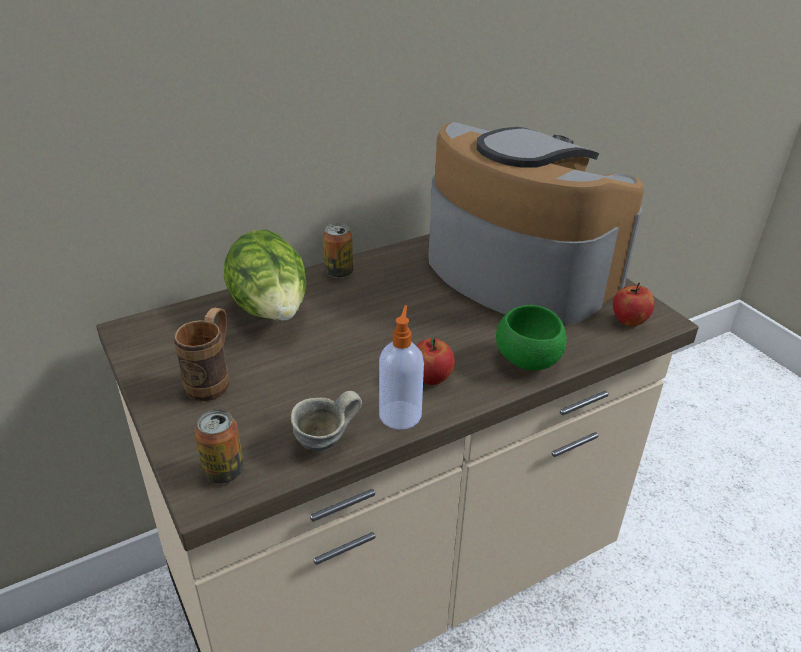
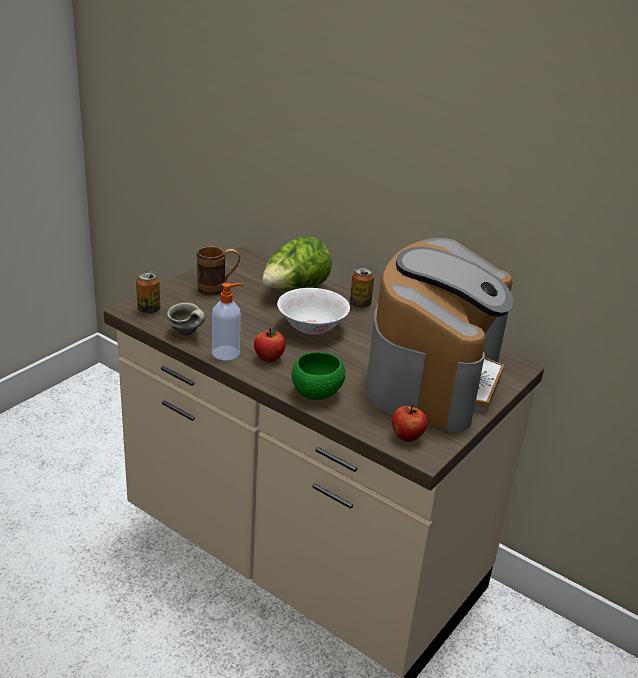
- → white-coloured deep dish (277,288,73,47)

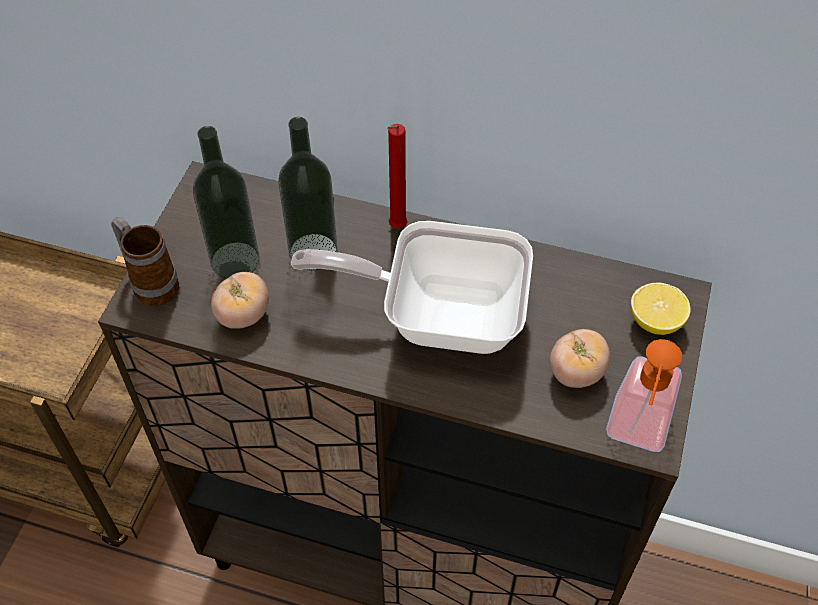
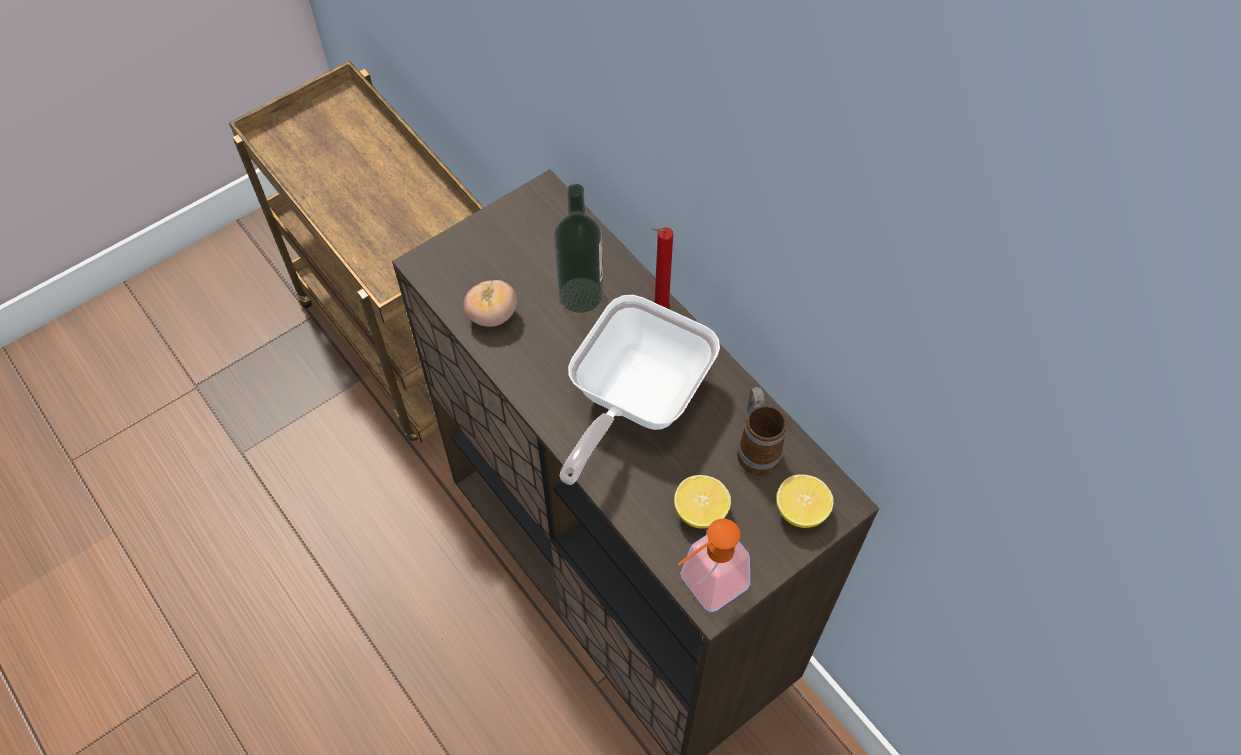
bottle (193,126,67,153) → -
mug (111,217,68,89) → mug (737,387,50,88), relocated
pan (291,221,242,133) → pan (560,295,160,190), 105 degrees counterclockwise
whole tomato (550,329,60,59) → whole lemon (674,475,57,54)

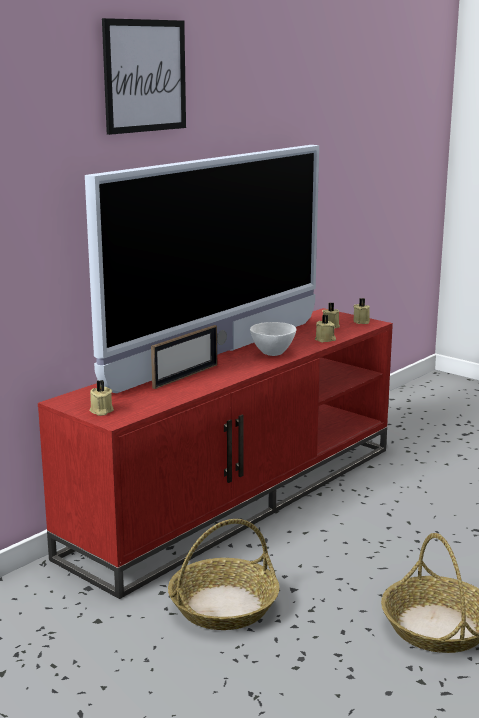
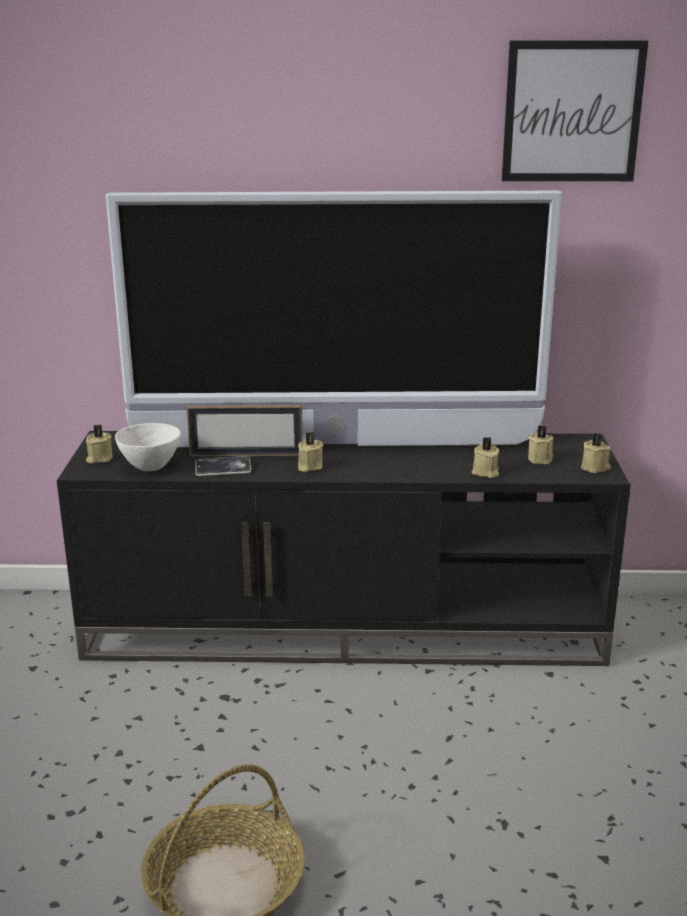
wall art (102,18,84,117) → wall art (502,40,146,141), relocated
red-coloured tv unit (38,308,355,291) → black tv unit (57,431,574,235)
white-coloured deep dish (250,322,46,34) → white-coloured deep dish (115,423,66,48), relocated
storage basket (168,519,112,111) → -
- → sand-coloured wax light (298,432,25,40)
- → handset (195,456,56,20)

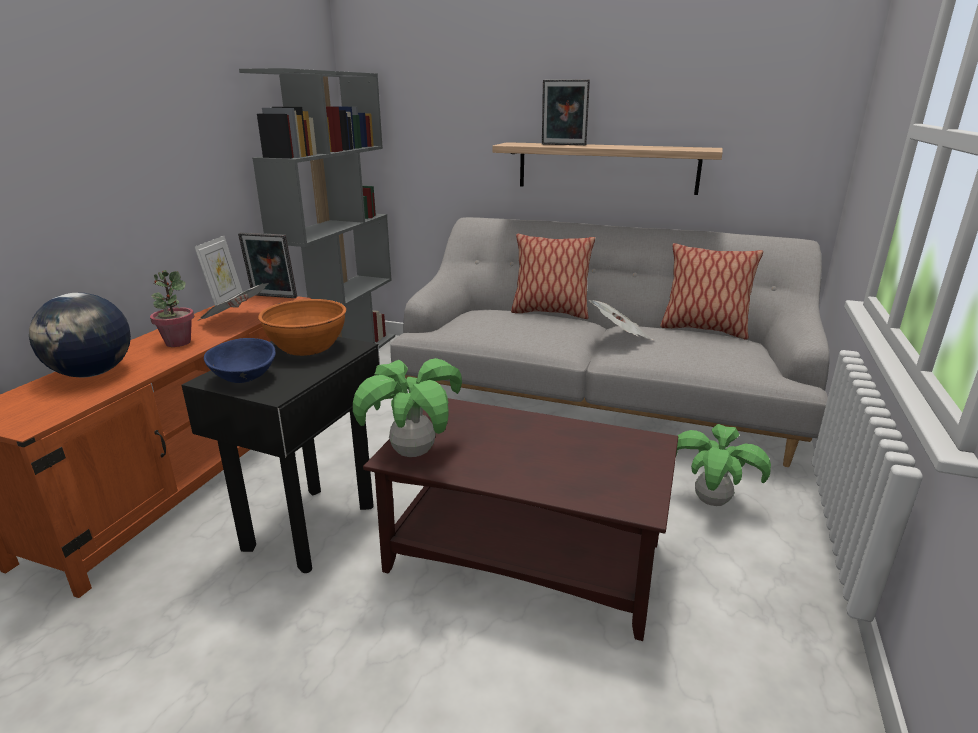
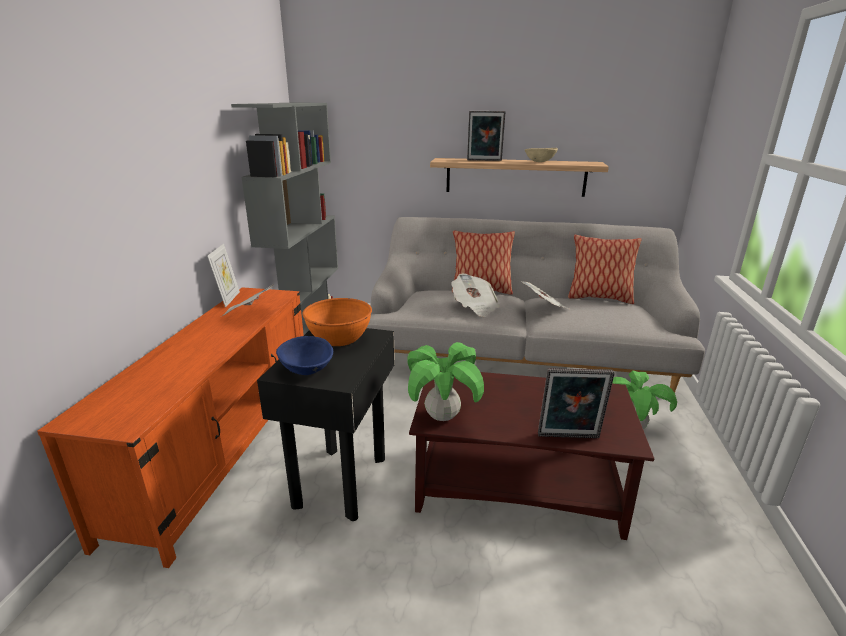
picture frame (238,232,59,66) → picture frame (538,368,77,70), relocated
houseplant (150,270,44,77) → -
desk globe (29,293,102,84) → -
- → sand-coloured deep dish (525,148,33,14)
- → newspaper (451,273,49,44)

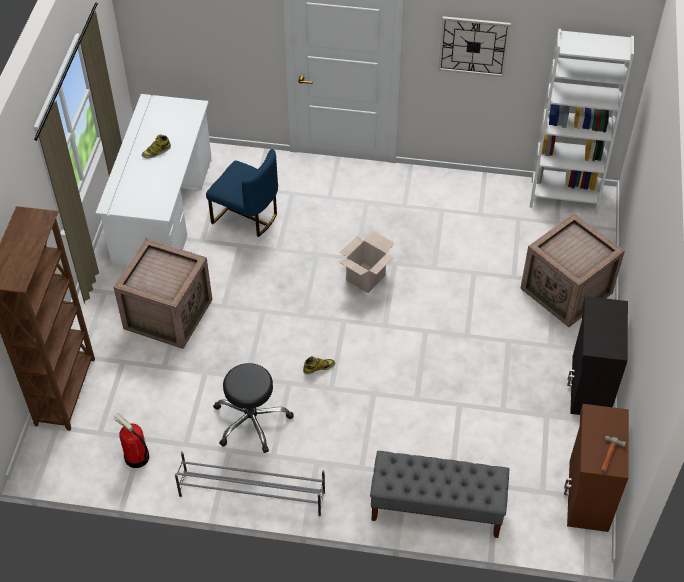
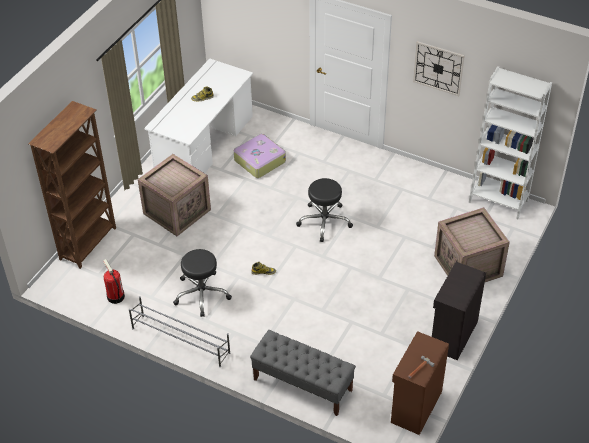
blue-coloured chair (206,149,72,88) → piece of luggage (234,134,52,44)
carton (339,230,56,63) → black stool (296,178,57,64)

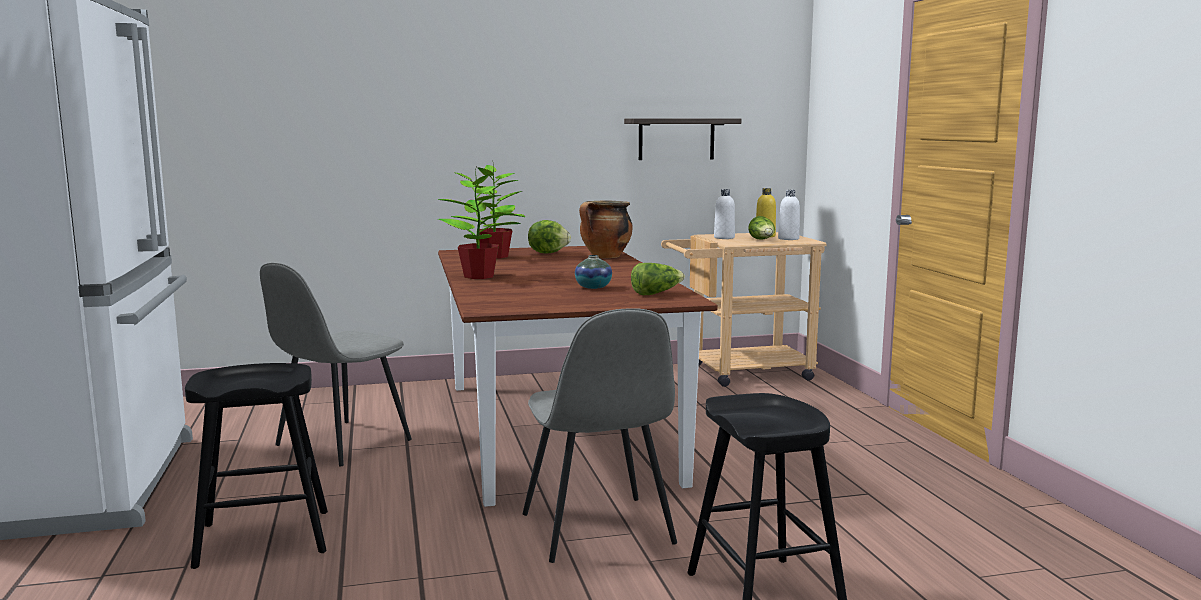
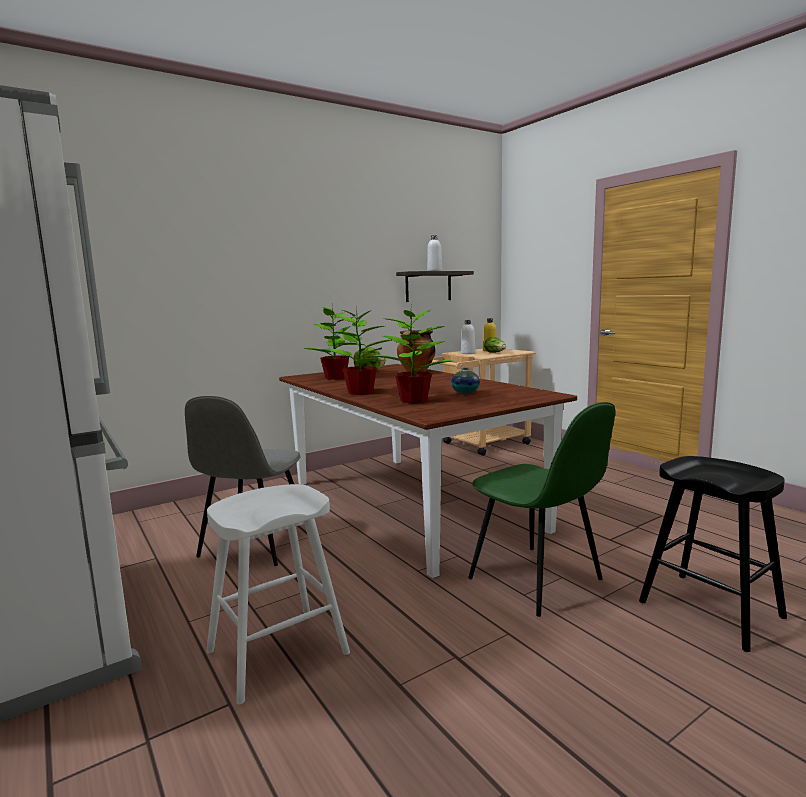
white-coloured bottle (778,190,22,50) → white-coloured bottle (427,235,15,36), relocated
head of lettuce (631,263,54,32) → -
gray chair (523,308,154,255) → green chair (468,402,147,215)
black stool (185,363,143,206) → white-coloured stool (206,484,144,221)
- → houseplant (374,305,78,98)

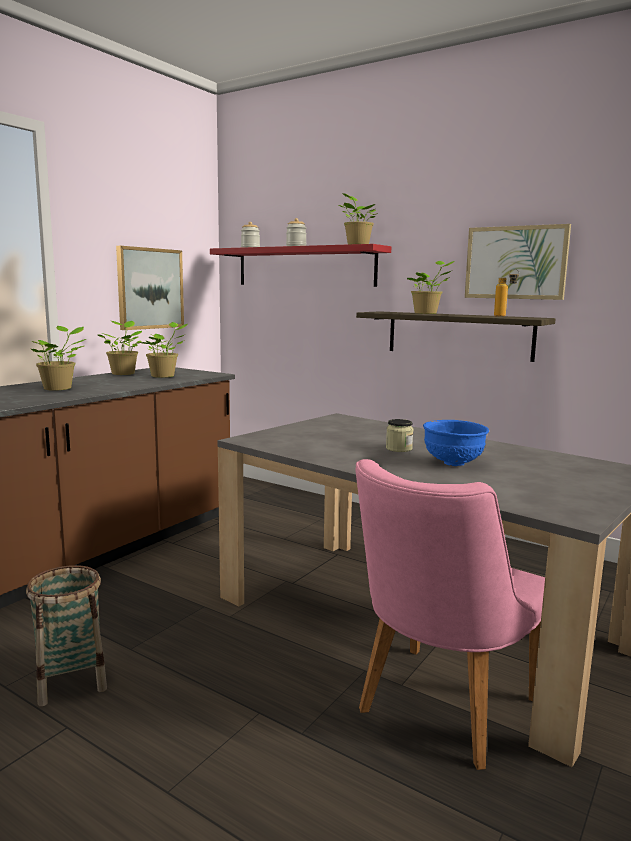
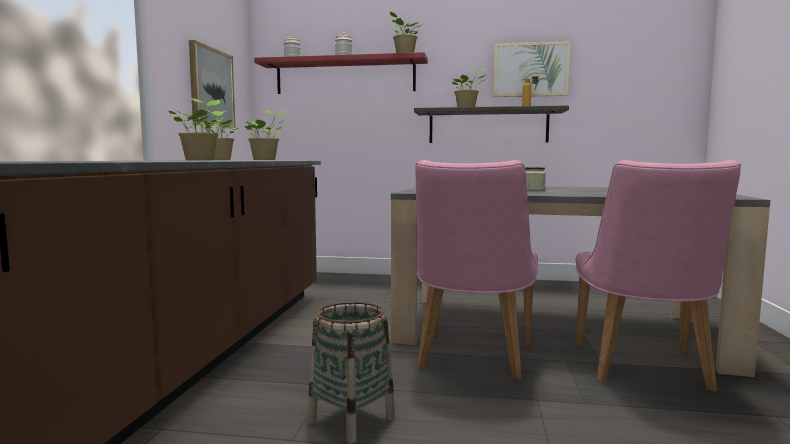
blue-coloured deep dish (423,420,66,46) → -
- → pink-coloured chair (415,160,123,220)

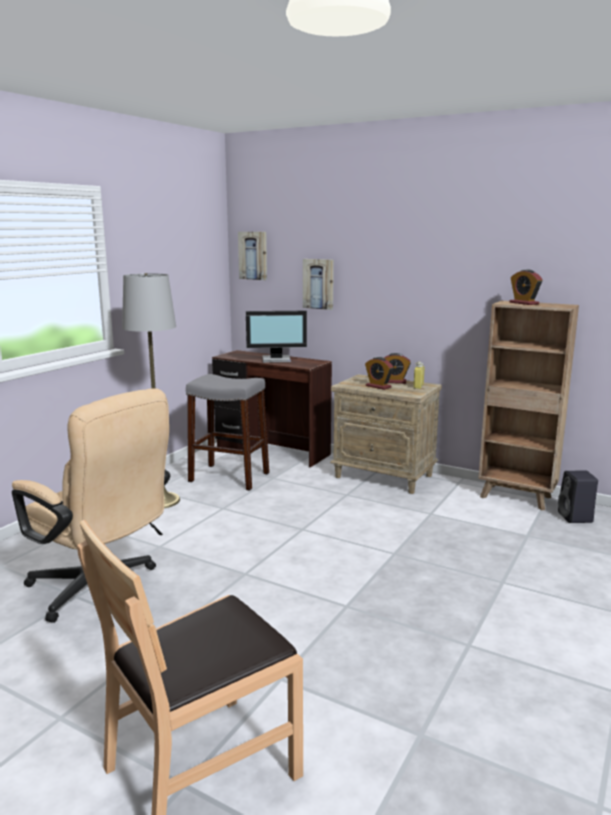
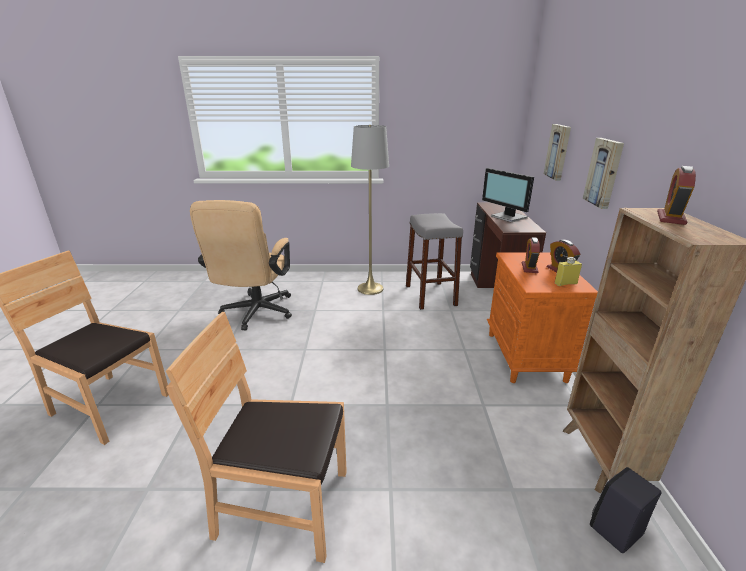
wall art (238,232,29,48) → wall art (583,138,41,71), relocated
sand-coloured night table (330,374,112,120) → orangey night table (487,252,111,131)
- → brown chair (166,312,181,251)

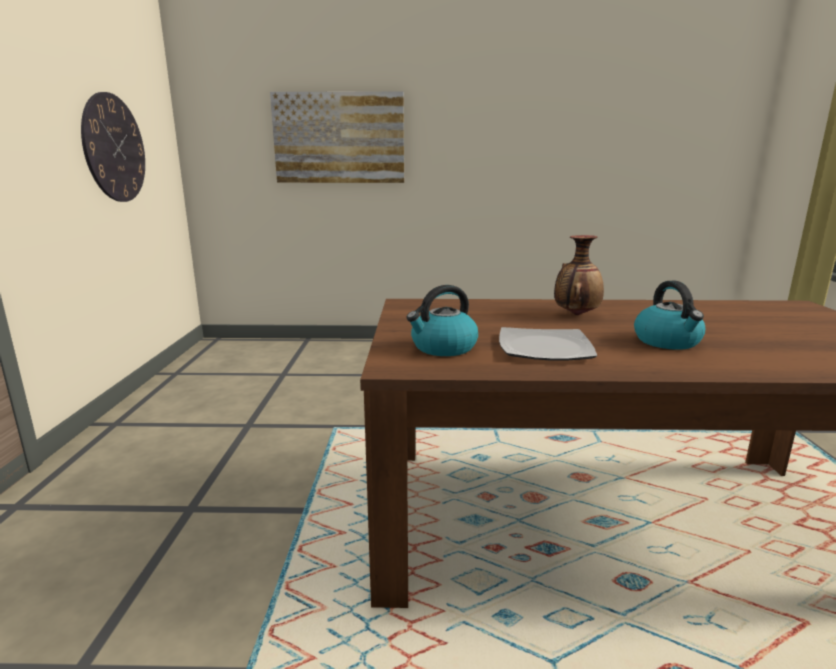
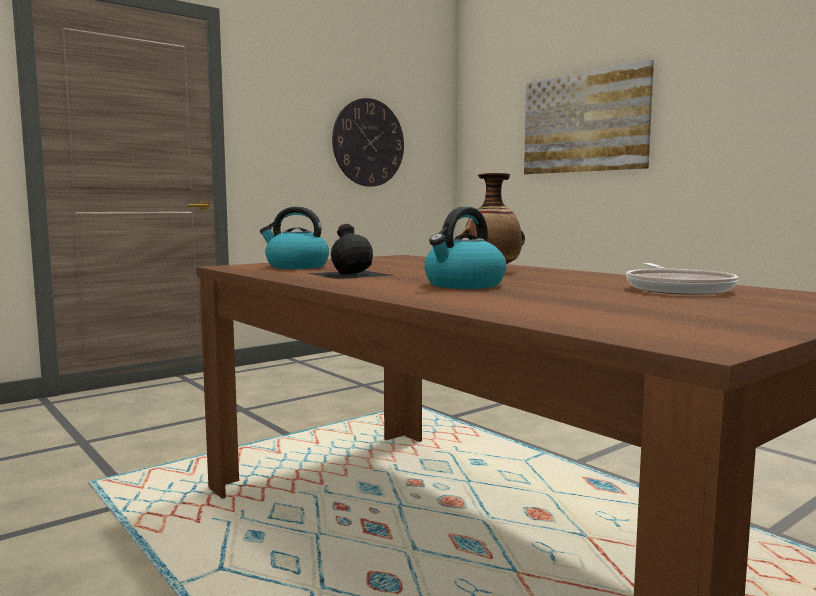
dinner plate (499,327,98,34) → black bottle (308,224,84,55)
- → pan (626,263,112,32)

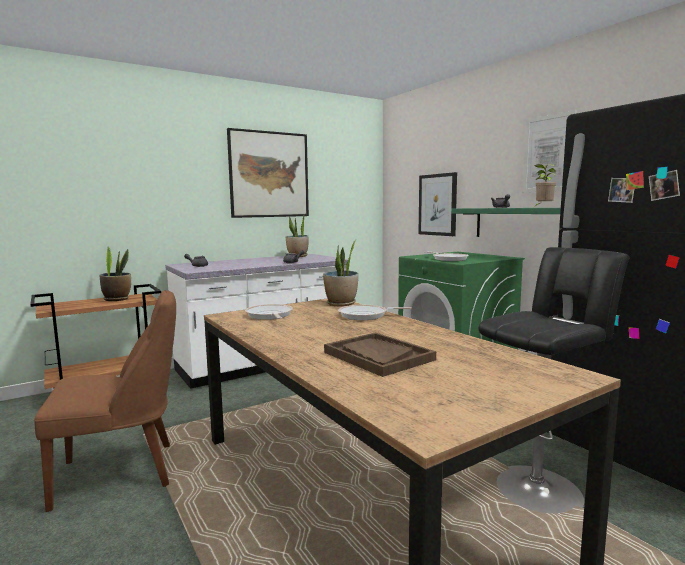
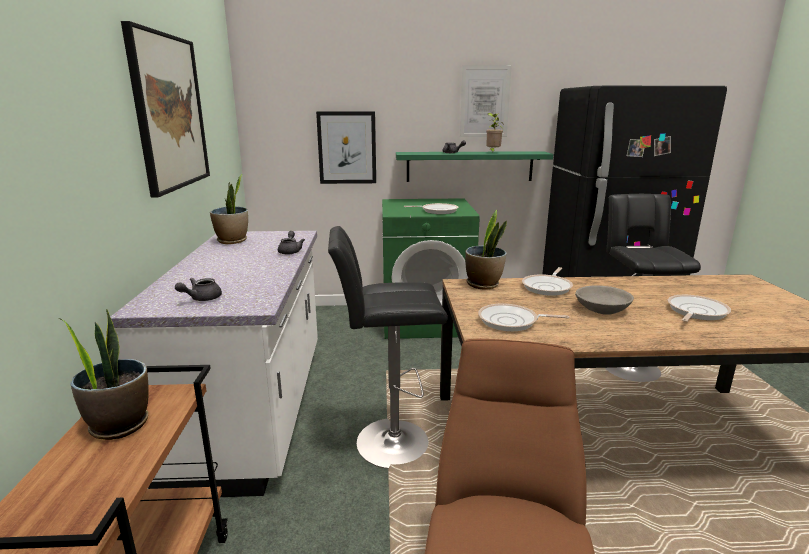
brown carrying tray (324,332,112,45) → pan (668,295,63,27)
- → black stool (328,226,120,243)
- → gray deep dish (575,285,59,30)

